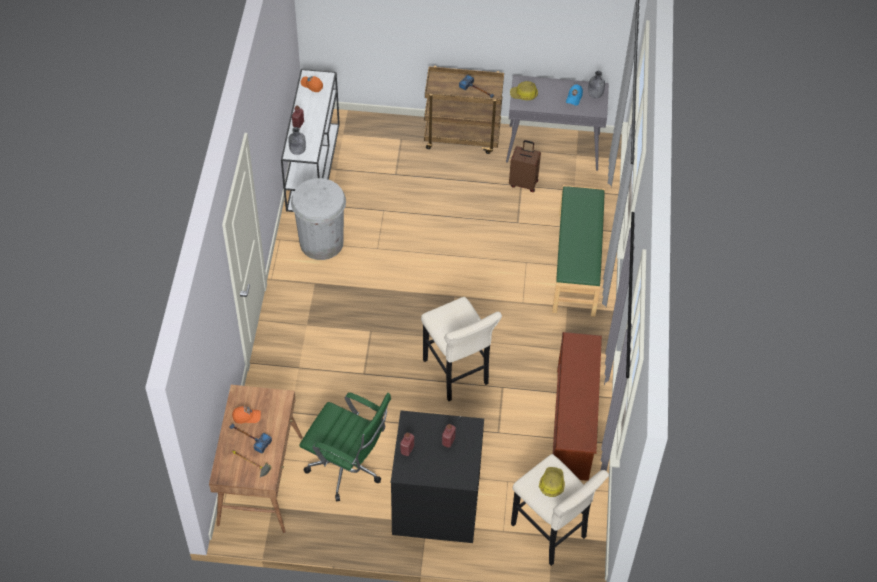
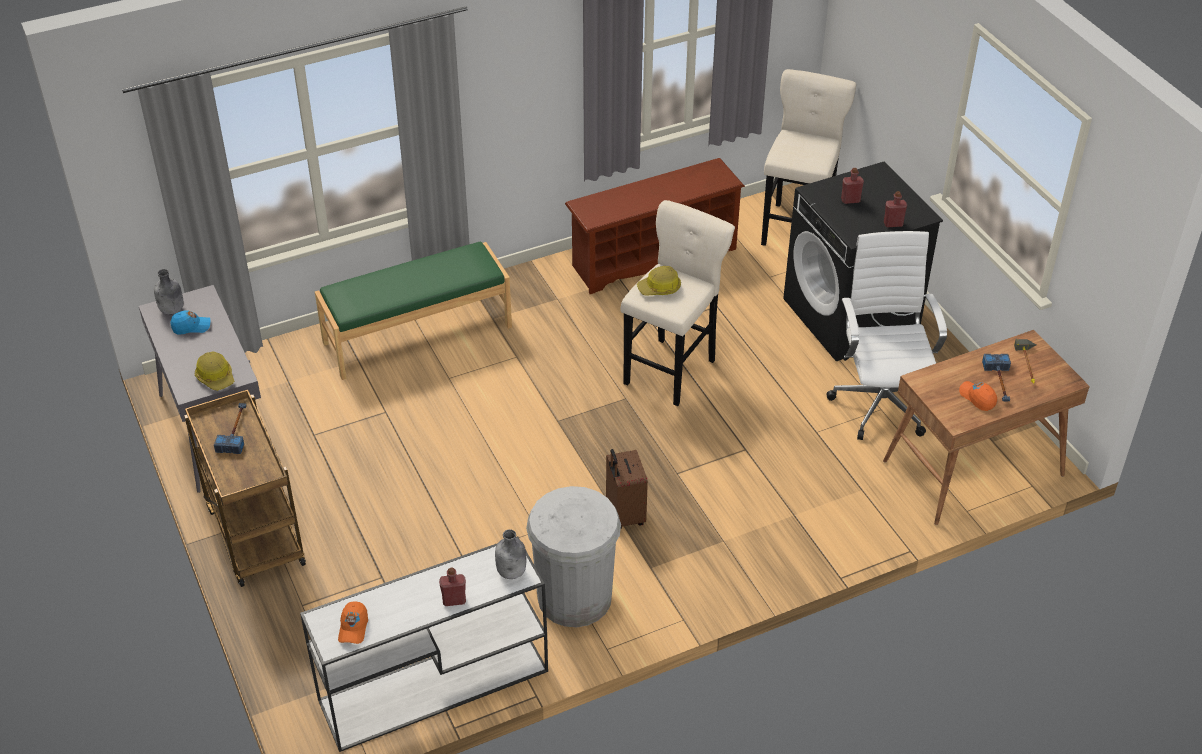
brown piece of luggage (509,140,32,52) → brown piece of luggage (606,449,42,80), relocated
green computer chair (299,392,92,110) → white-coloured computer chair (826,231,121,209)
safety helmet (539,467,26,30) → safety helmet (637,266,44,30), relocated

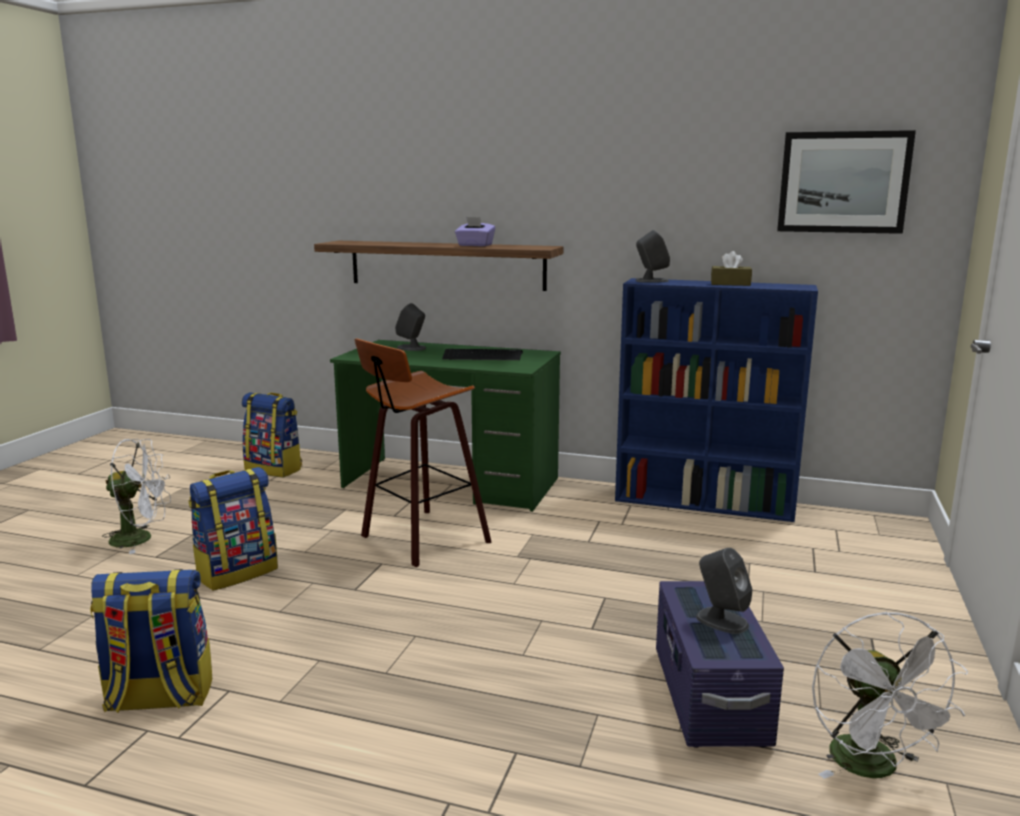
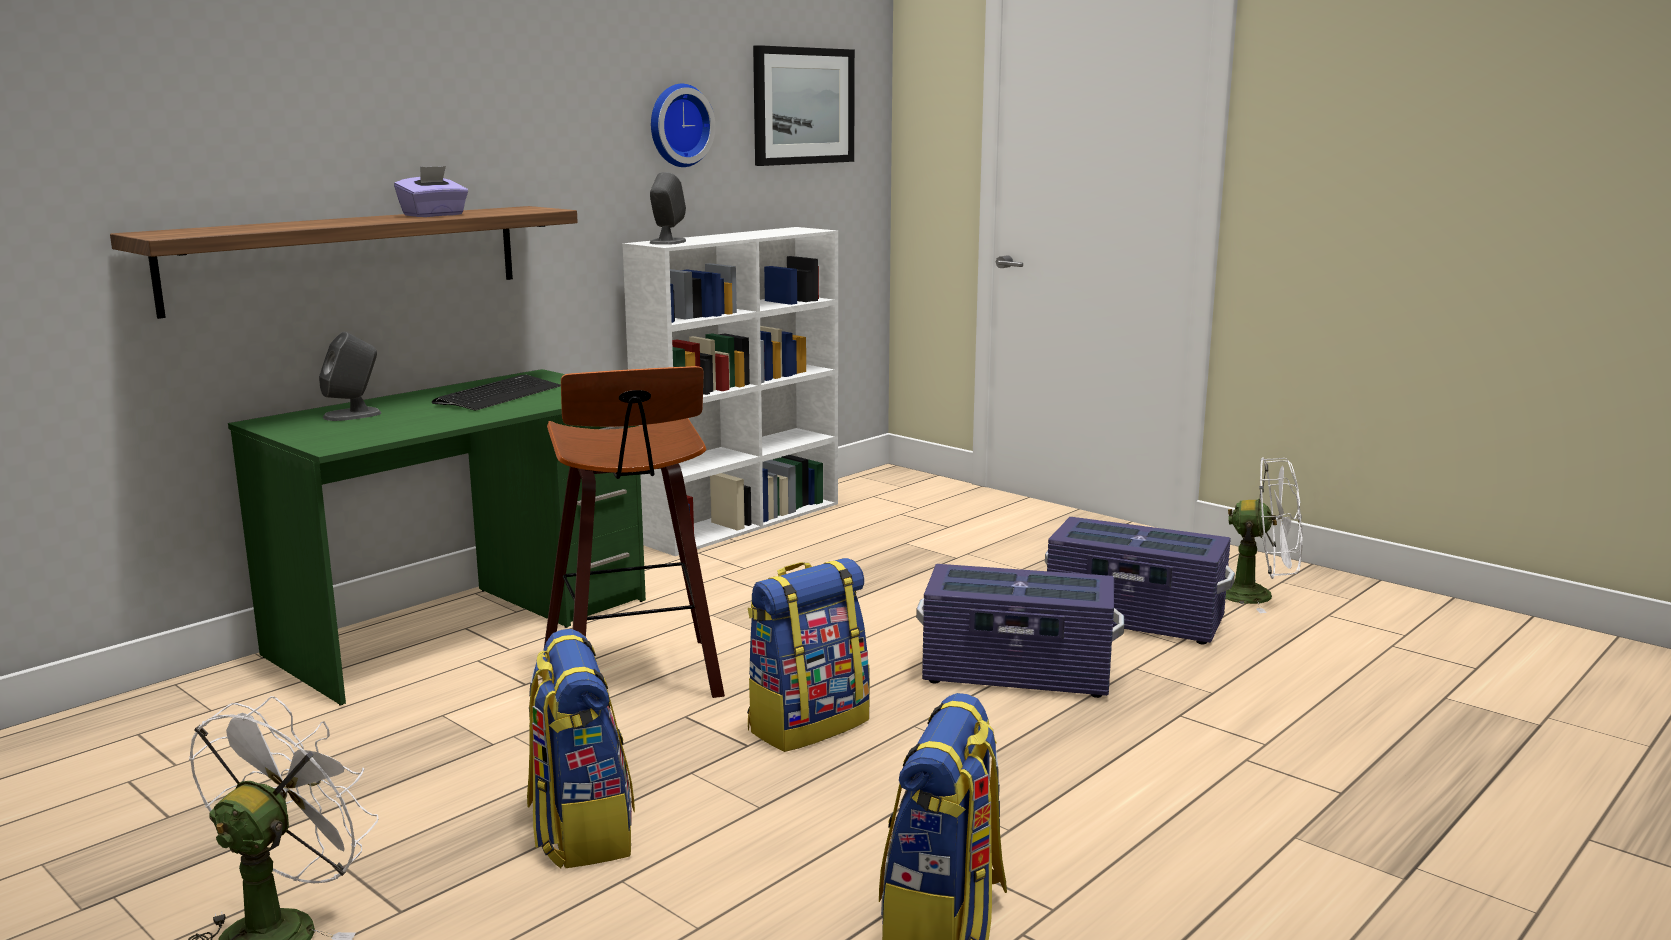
brown box of tissues (711,251,41,35) → -
blue-coloured bookshelf (615,278,203,244) → white-coloured bookshelf (622,227,216,329)
knapsack (242,393,60,84) → knapsack (747,558,123,194), relocated
gray audio speaker (696,548,57,86) → -
- → hanging clock (651,84,64,83)
- → purplish storage bin (916,564,208,134)

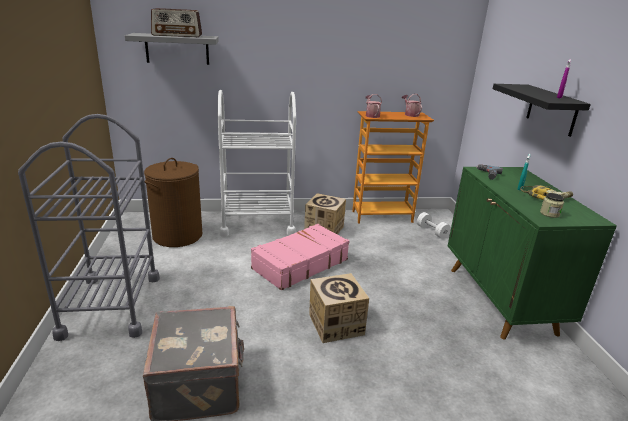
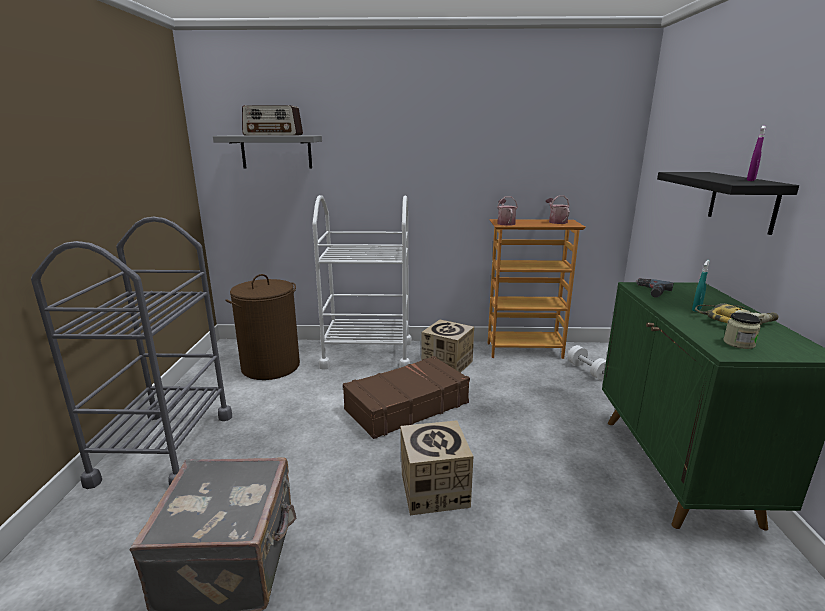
pink-coloured piece of luggage (251,224,98,66) → brown piece of luggage (343,356,127,83)

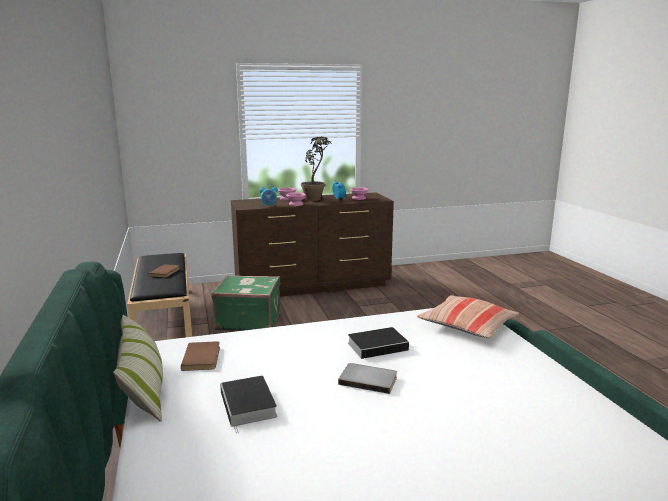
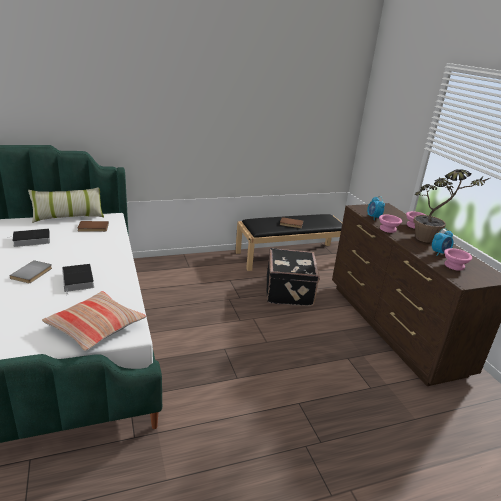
green piece of luggage (212,275,69,56) → black piece of luggage (267,248,53,58)

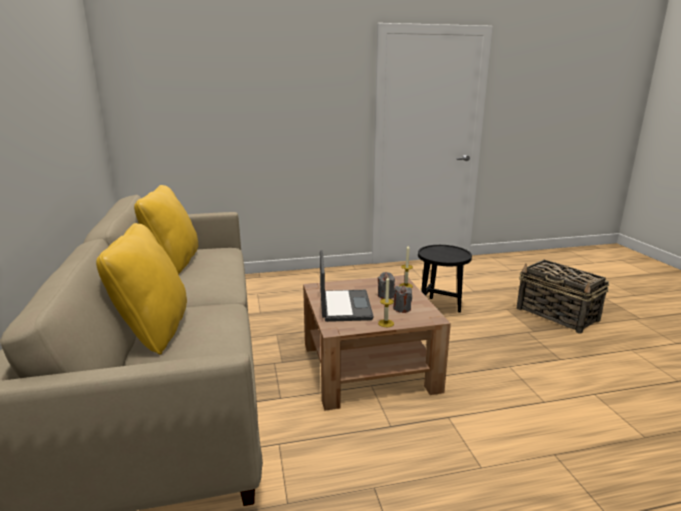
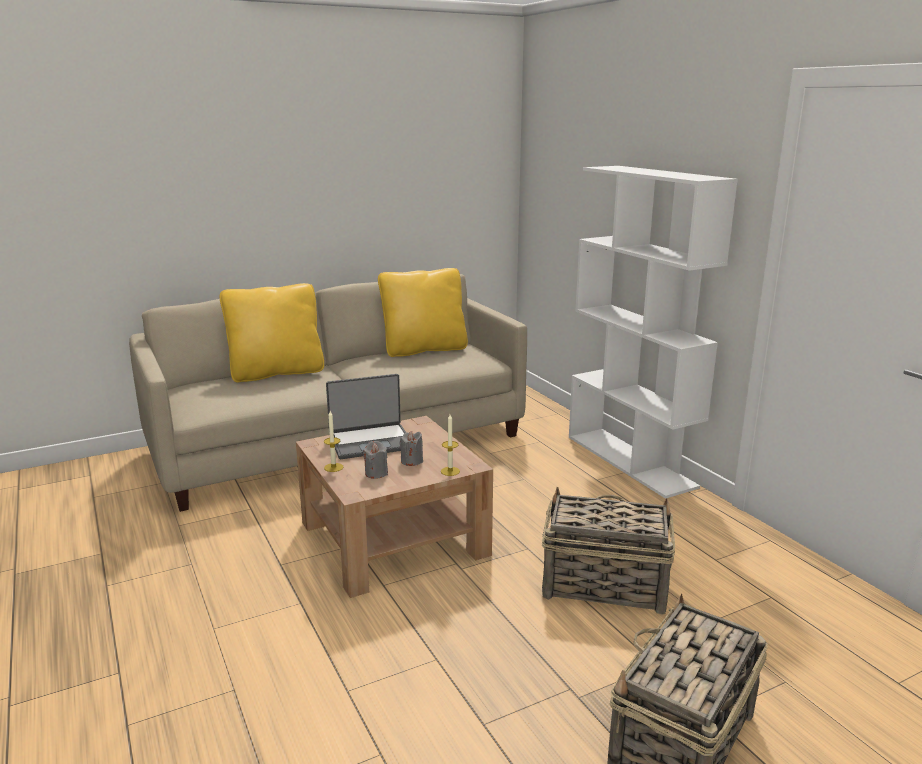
black side table (418,245,54,68) → storage basket (542,487,133,128)
- → white-coloured bookshelf (569,166,169,333)

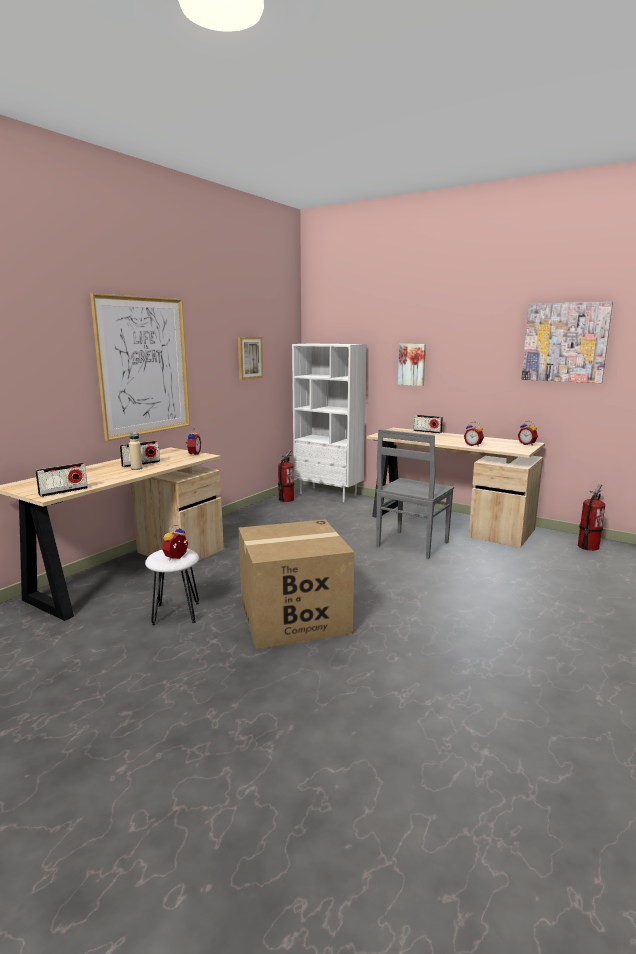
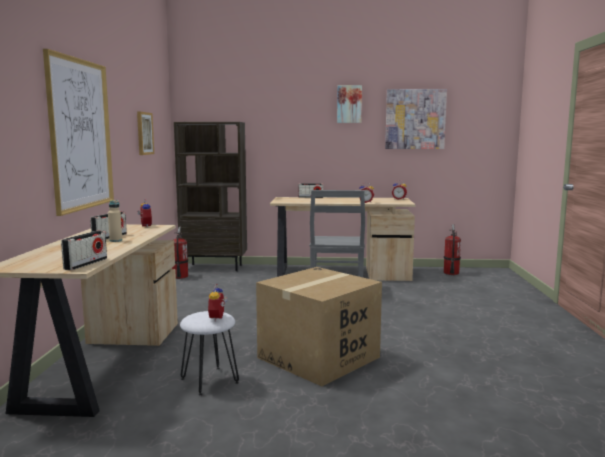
white-coloured bookshelf (292,344,75,158) → brown bookshelf (174,122,73,149)
wall art (398,344,28,42) → wall art (337,85,25,38), relocated

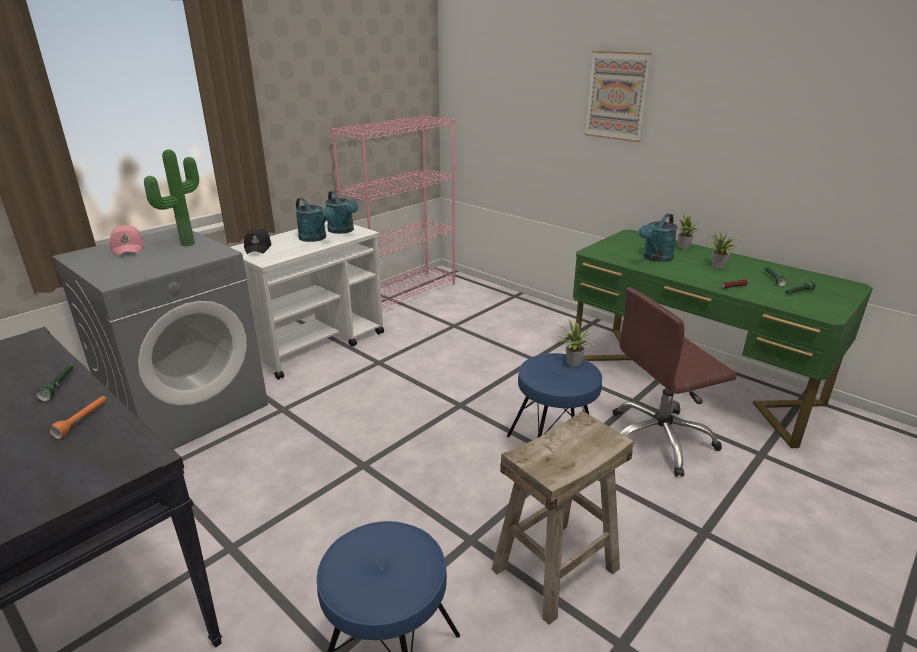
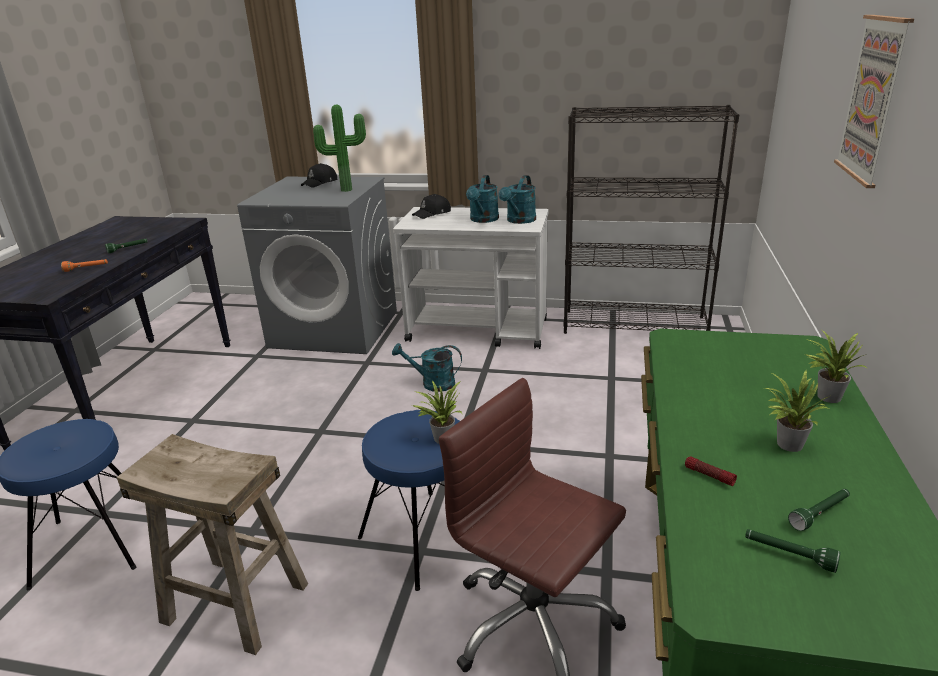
pink-coloured bookshelf (331,115,124,193) → black bookshelf (563,105,176,229)
turquoise watering can (639,214,38,48) → turquoise watering can (392,343,70,49), relocated
pink-coloured cap (110,225,35,31) → black cap (301,163,36,25)

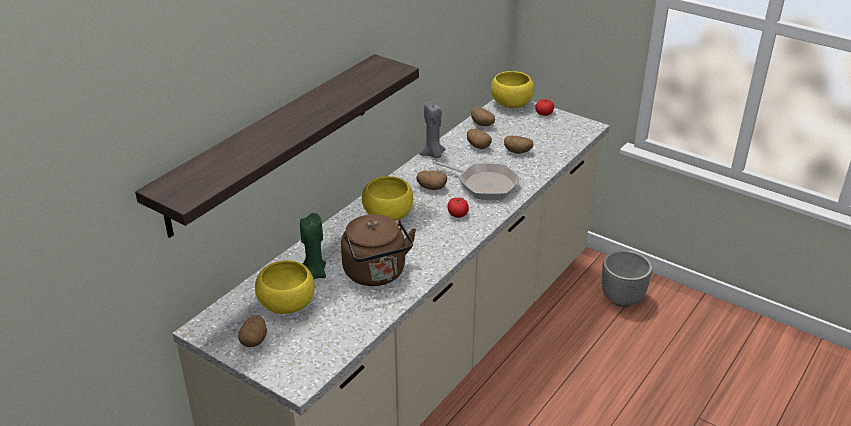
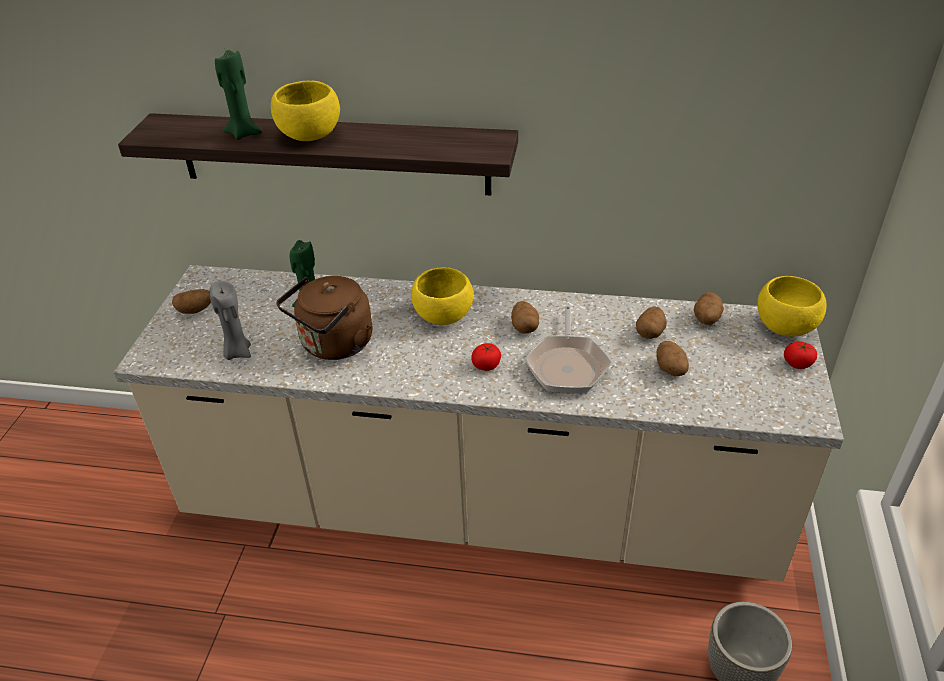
gray wax light (419,101,27,57) → gray wax light (210,281,41,79), relocated
yellow deep dish (255,260,60,54) → yellow deep dish (271,81,69,60), relocated
- → green wax light (215,50,47,90)

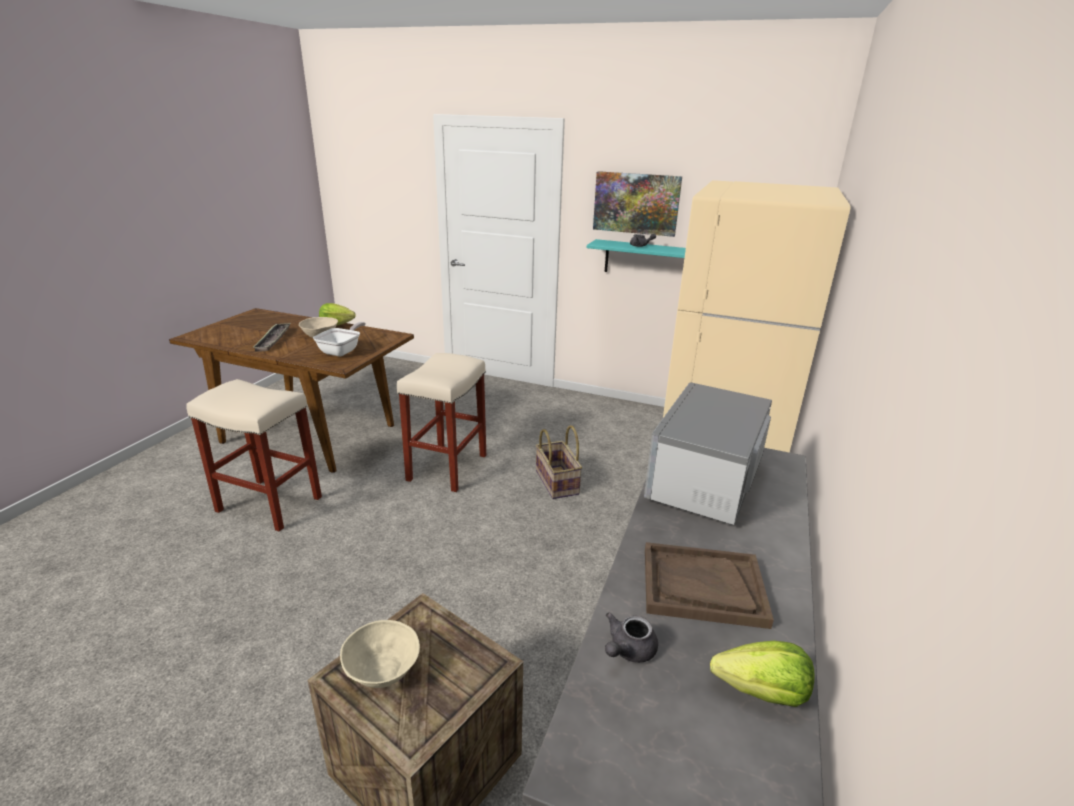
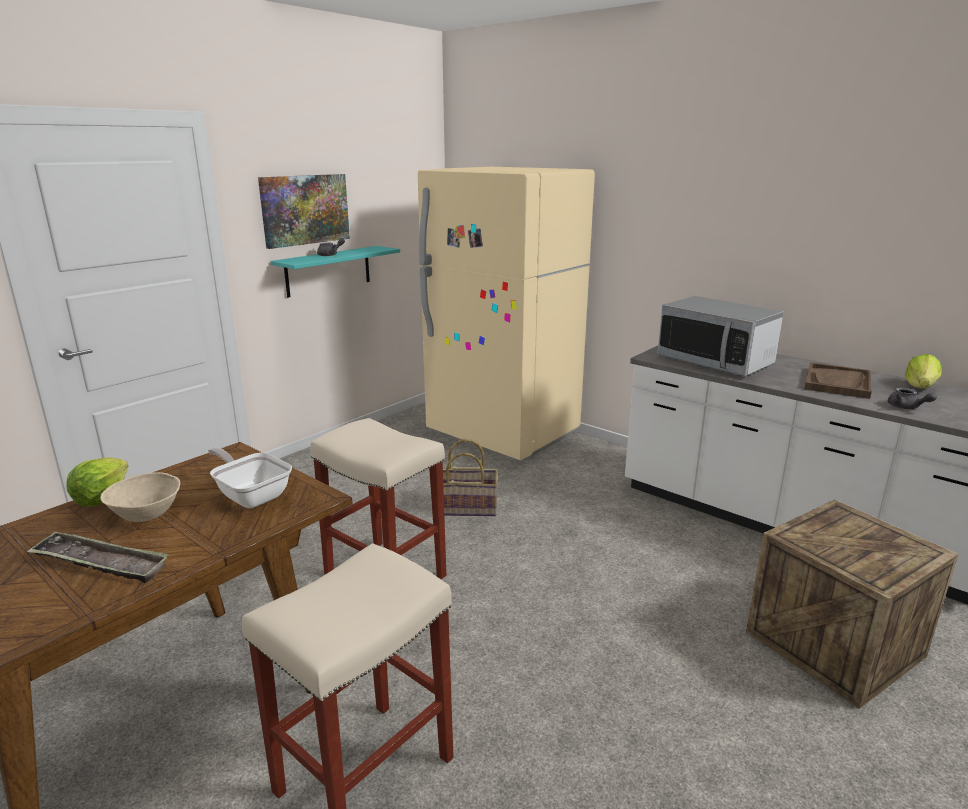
sand-coloured deep dish (340,620,80,68) → -

